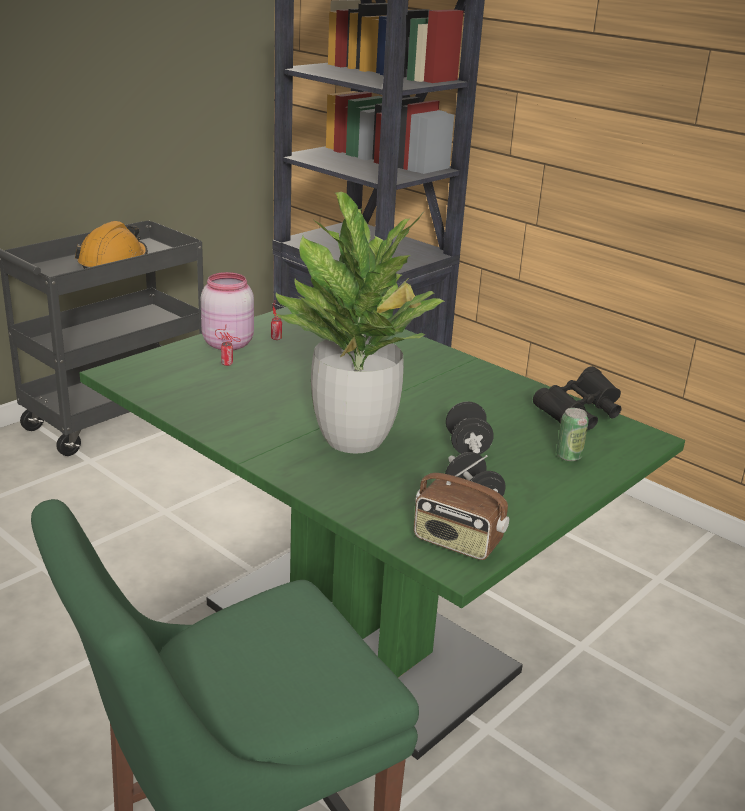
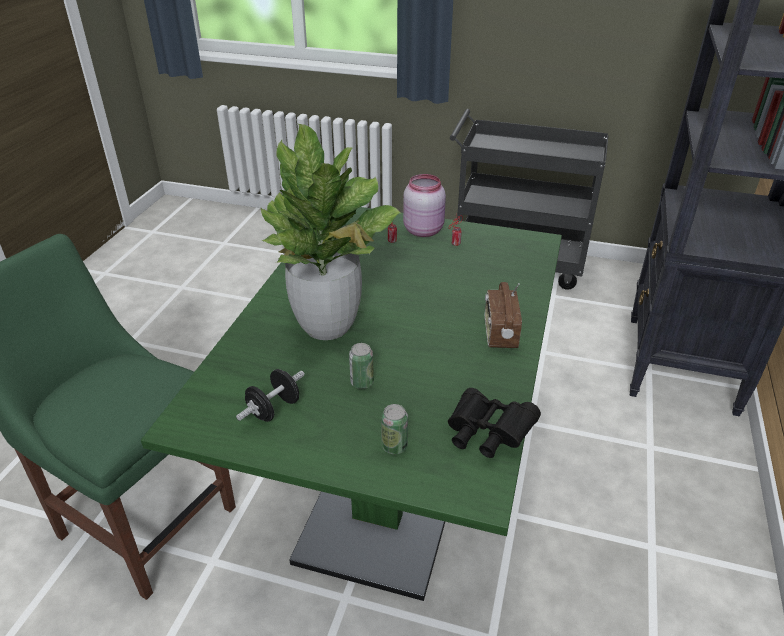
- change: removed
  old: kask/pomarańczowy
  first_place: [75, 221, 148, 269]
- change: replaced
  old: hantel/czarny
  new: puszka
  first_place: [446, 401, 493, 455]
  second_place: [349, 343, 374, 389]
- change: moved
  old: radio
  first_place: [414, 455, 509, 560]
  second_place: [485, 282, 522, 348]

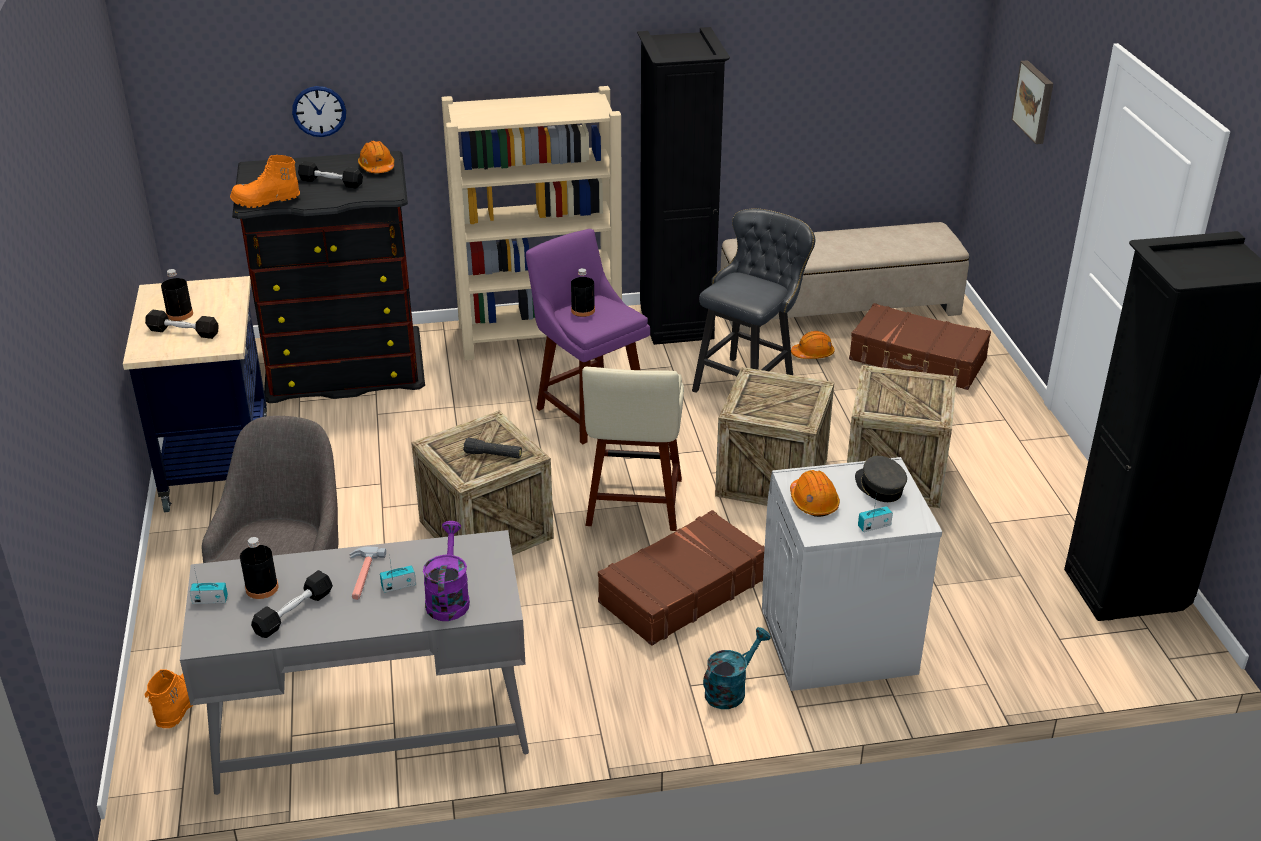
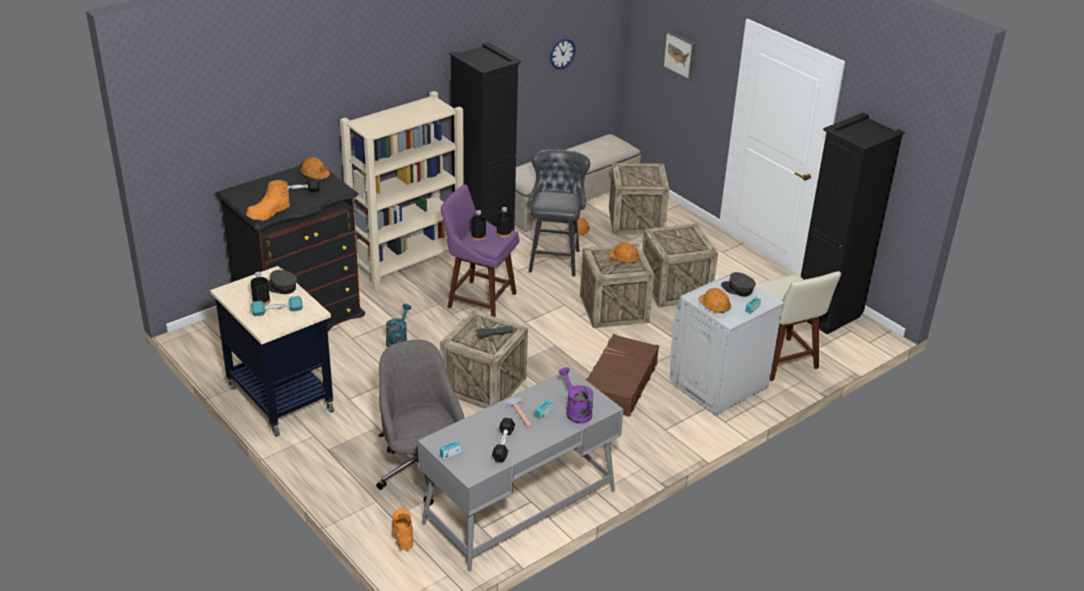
- change: moved
  old: zegar ścienny
  first_place: [292, 86, 346, 137]
  second_place: [550, 39, 575, 69]
- change: replaced
  old: walizka/brązowy
  new: skrzynka
  first_place: [849, 303, 991, 390]
  second_place: [609, 163, 669, 235]
- change: recoloured
  old: hantel/czarny
  new: hantel/turkusowy
  first_place: [145, 310, 219, 339]
  second_place: [251, 296, 303, 316]
- change: moved
  old: stołek/beżowy
  first_place: [582, 367, 684, 531]
  second_place: [756, 271, 841, 381]
- change: moved
  old: butelka/czarny
  first_place: [240, 537, 279, 599]
  second_place: [496, 207, 512, 238]
- change: moved
  old: konewka/turkusowy
  first_place: [703, 627, 771, 709]
  second_place: [386, 304, 412, 347]
- change: added
  new: kask/pomarańczowy
  second_place: [609, 242, 640, 263]
- change: added
  new: czapka z daszkiem/szary
  second_place: [268, 270, 297, 294]

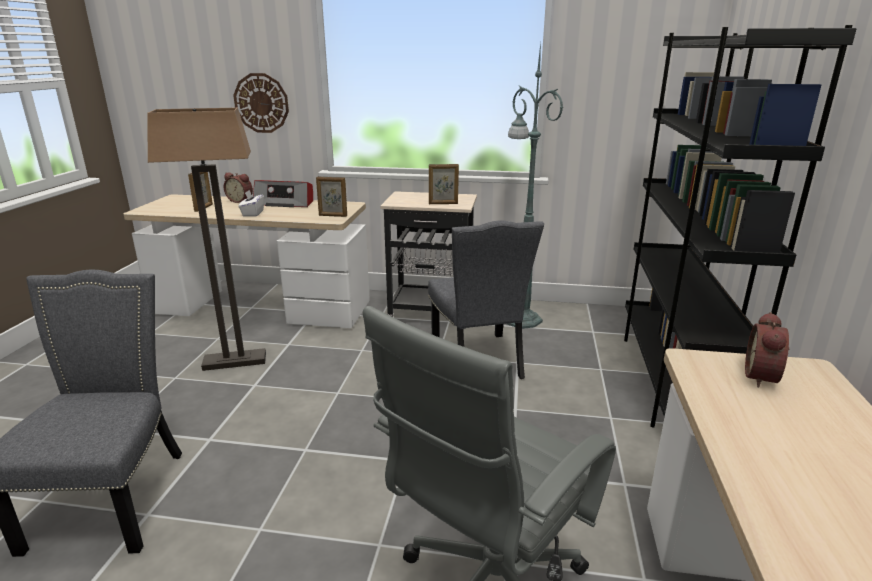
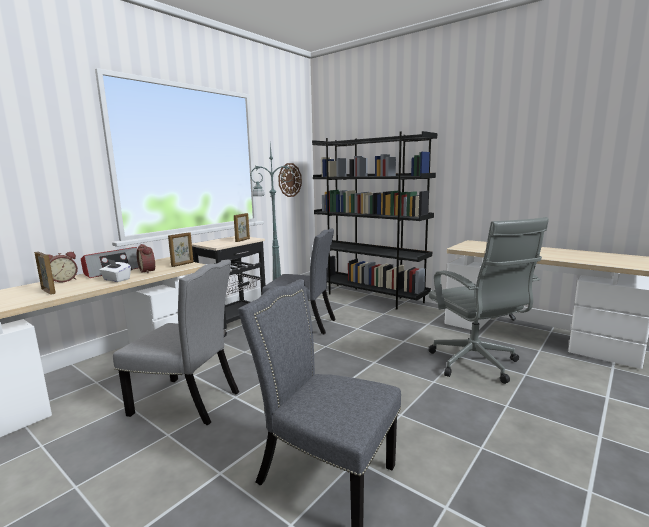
- change: moved
  old: zegar ścienny
  first_place: [233, 73, 289, 133]
  second_place: [278, 163, 302, 197]
- change: replaced
  old: lampa stojąca
  new: krzesło/szary
  first_place: [147, 108, 266, 371]
  second_place: [113, 259, 239, 425]
- change: moved
  old: budzik
  first_place: [745, 312, 789, 387]
  second_place: [137, 244, 155, 274]

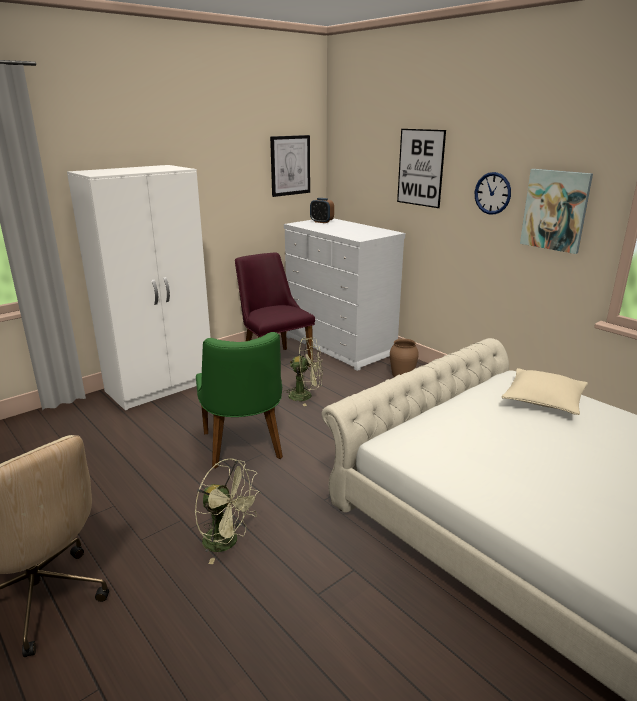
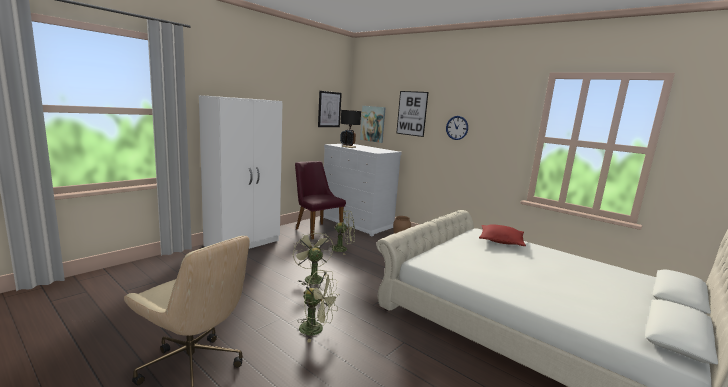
- change: moved
  old: obraz
  first_place: [520, 169, 593, 254]
  second_place: [360, 106, 386, 143]
- change: replaced
  old: krzesło/zielony
  new: wentylator/zielony
  first_place: [196, 332, 283, 469]
  second_place: [292, 231, 334, 288]
- change: recoloured
  old: poduszka/beżowy
  new: poduszka/czerwony
  first_place: [501, 368, 588, 415]
  second_place: [479, 224, 526, 246]
- change: added
  new: lampa stołowa/czarny
  second_place: [341, 110, 361, 148]

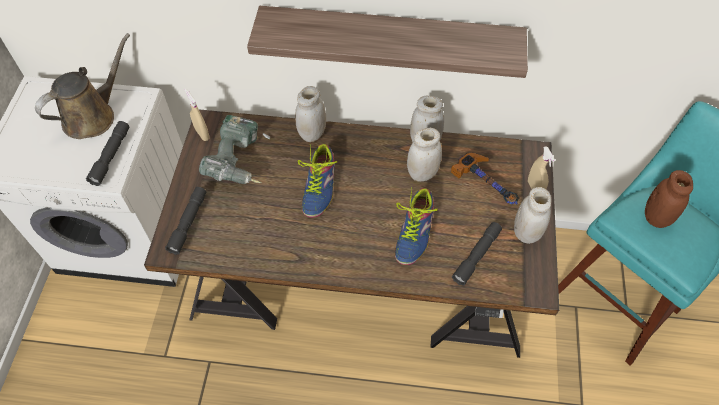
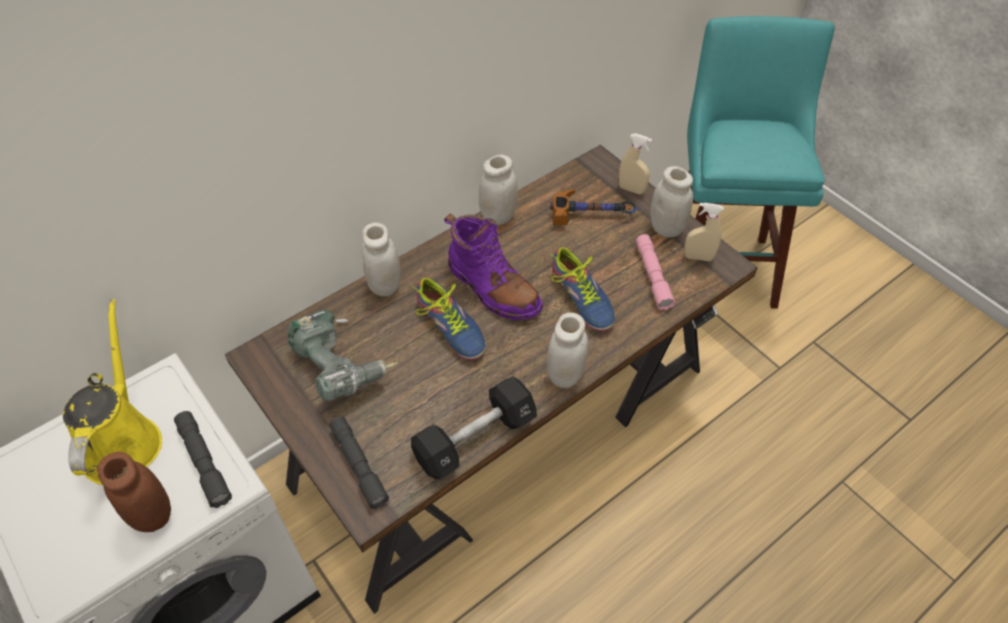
- change: removed
  old: półka
  first_place: [247, 6, 528, 78]
- change: recoloured
  old: konewka/brązowy
  new: konewka/żółty
  first_place: [35, 33, 130, 139]
  second_place: [63, 299, 162, 485]
- change: moved
  old: spryskiwacz/beżowy
  first_place: [185, 89, 210, 141]
  second_place: [684, 203, 724, 261]
- change: moved
  old: słoik/biały
  first_place: [407, 128, 442, 182]
  second_place: [547, 312, 589, 388]
- change: moved
  old: słoik/brązowy
  first_place: [645, 170, 693, 228]
  second_place: [97, 452, 171, 532]
- change: recoloured
  old: latarka/szary
  new: latarka/różowy
  first_place: [452, 222, 502, 286]
  second_place: [636, 234, 675, 310]
- change: added
  new: but z cholewką/fioletowy
  second_place: [444, 213, 543, 320]
- change: added
  new: hantel/czarny
  second_place: [411, 376, 537, 479]

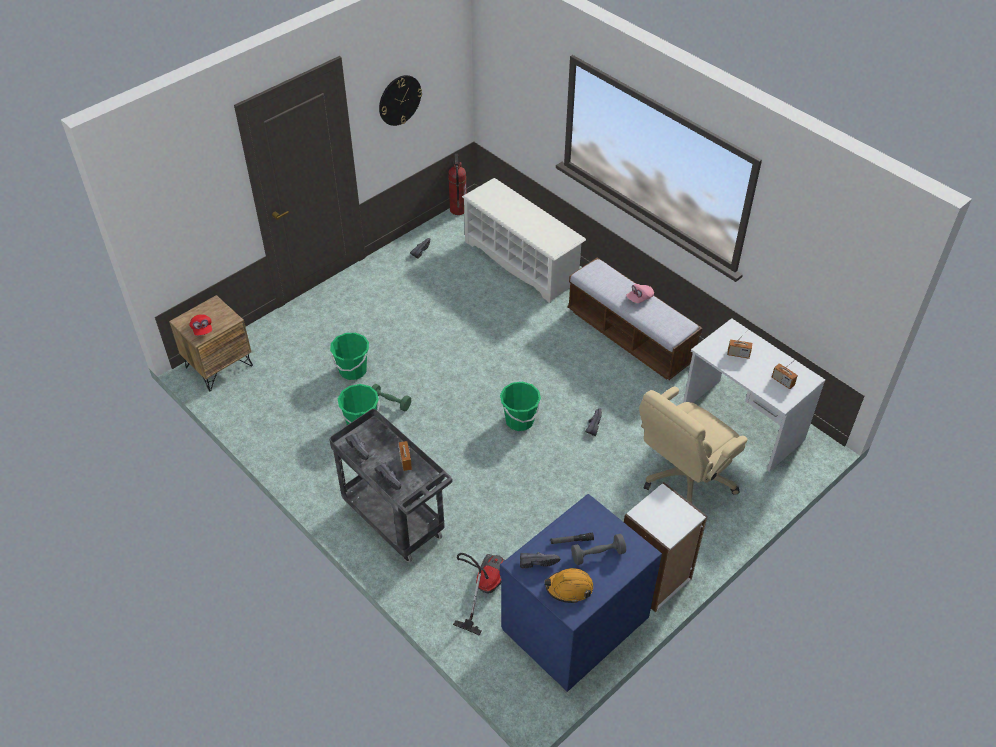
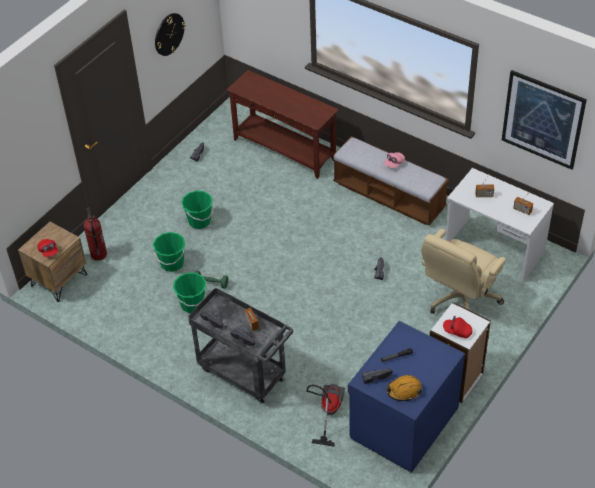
- change: moved
  old: gaśnica
  first_place: [448, 154, 467, 215]
  second_place: [84, 208, 107, 261]
- change: replaced
  old: regał na buty/biały
  new: stolik konsolowy/brązowy
  first_place: [462, 178, 586, 303]
  second_place: [226, 70, 338, 179]
- change: moved
  old: wiadro/zielony
  first_place: [500, 382, 541, 431]
  second_place: [181, 190, 213, 229]
- change: removed
  old: hantel/szary
  first_place: [571, 534, 626, 565]
- change: added
  new: obraz
  second_place: [502, 70, 587, 170]
- change: added
  new: czapka z daszkiem/czerwony
  second_place: [443, 316, 472, 338]

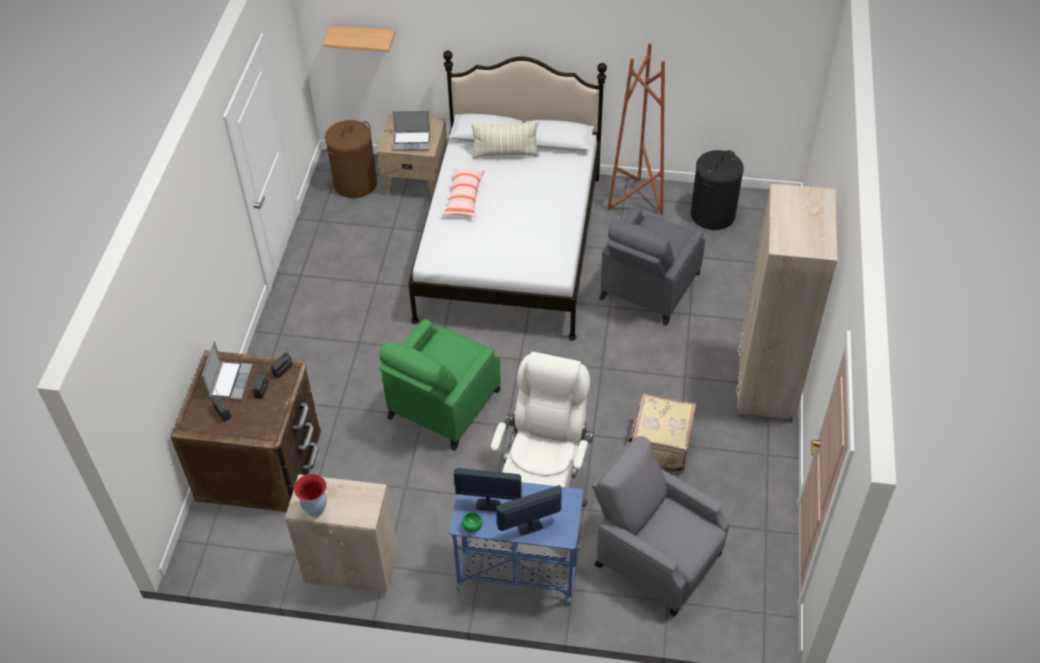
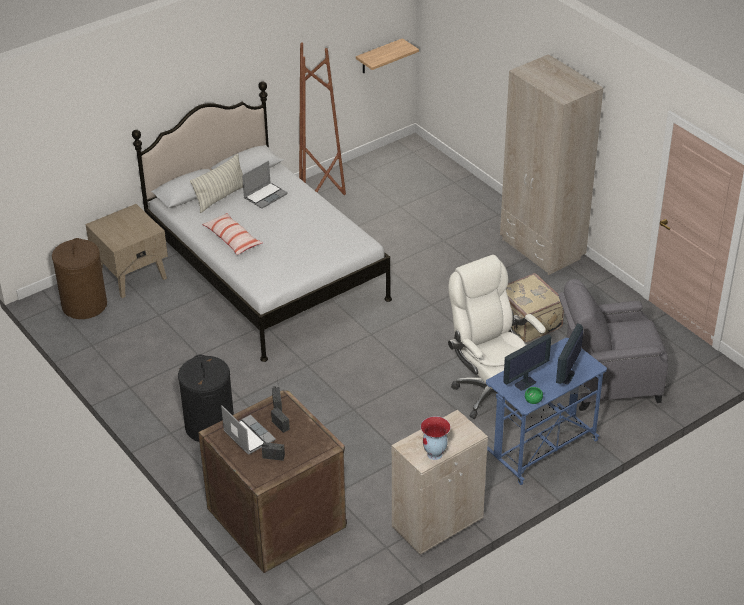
- change: moved
  old: półka
  first_place: [323, 26, 395, 52]
  second_place: [356, 38, 419, 74]
- change: moved
  old: laptop
  first_place: [392, 111, 430, 151]
  second_place: [242, 161, 288, 209]
- change: moved
  old: kosz na pranie/czarny
  first_place: [691, 150, 744, 230]
  second_place: [178, 354, 234, 442]
- change: removed
  old: fotel/szary
  first_place: [599, 206, 705, 326]
- change: removed
  old: fotel/zielony
  first_place: [379, 319, 501, 451]

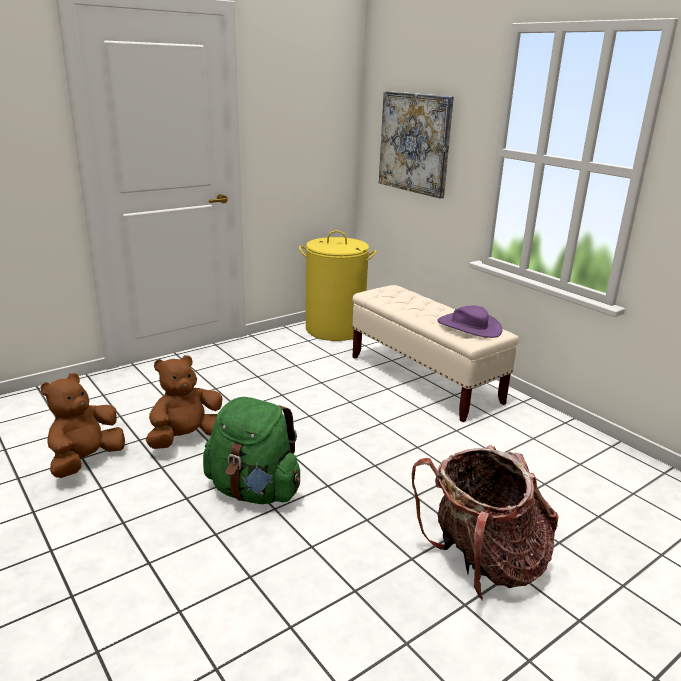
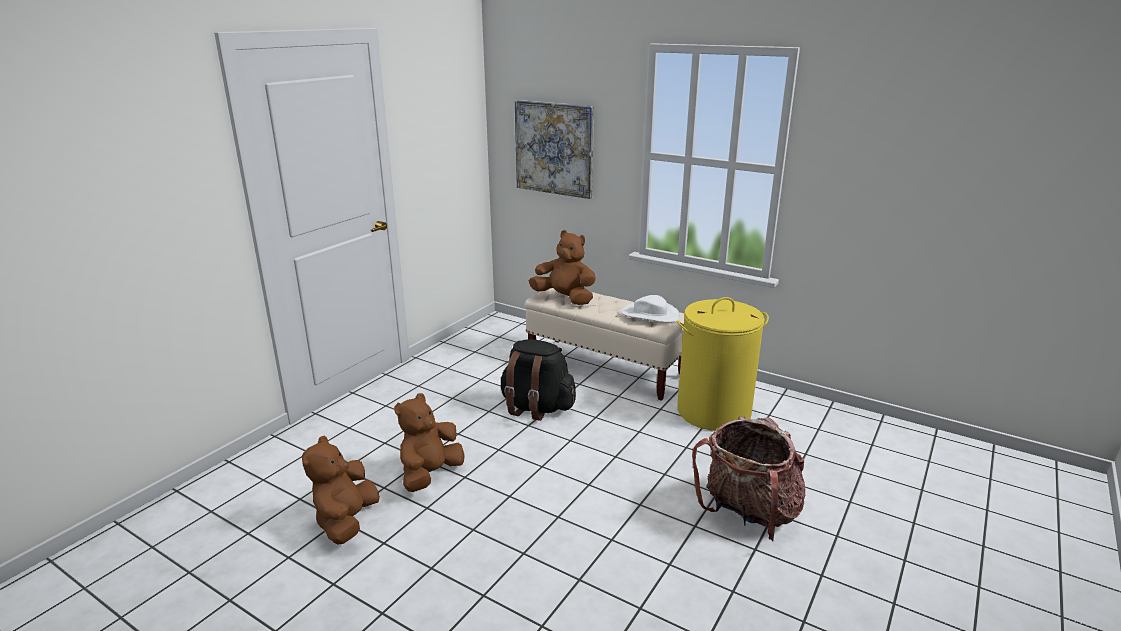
- change: moved
  old: kosz na pranie/żółty
  first_place: [299, 230, 377, 341]
  second_place: [677, 297, 769, 431]
- change: recoloured
  old: kapelusz/fioletowy
  new: kapelusz/biały
  first_place: [437, 305, 503, 338]
  second_place: [620, 295, 681, 322]
- change: removed
  old: plecak/zielony
  first_place: [203, 397, 300, 504]
- change: added
  new: pluszak/brązowy
  second_place: [529, 230, 596, 305]
- change: added
  new: plecak/czarny
  second_place: [501, 339, 576, 421]

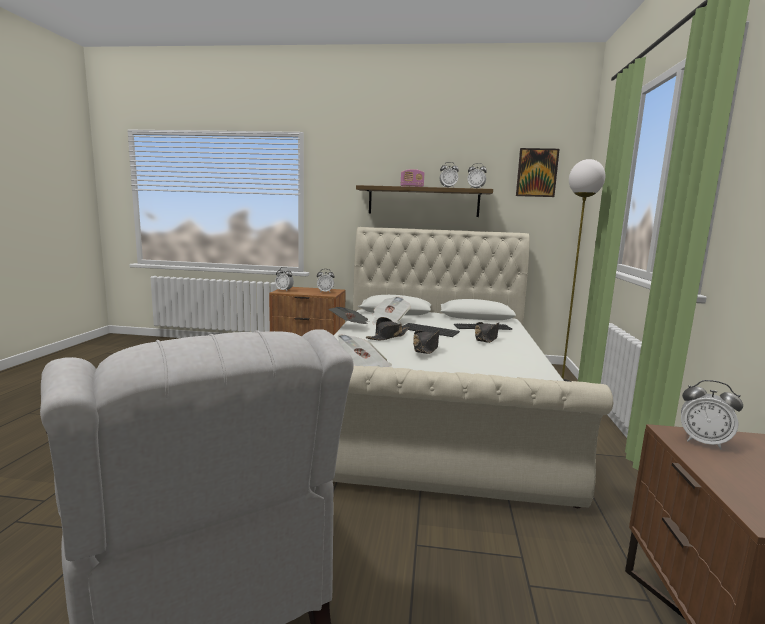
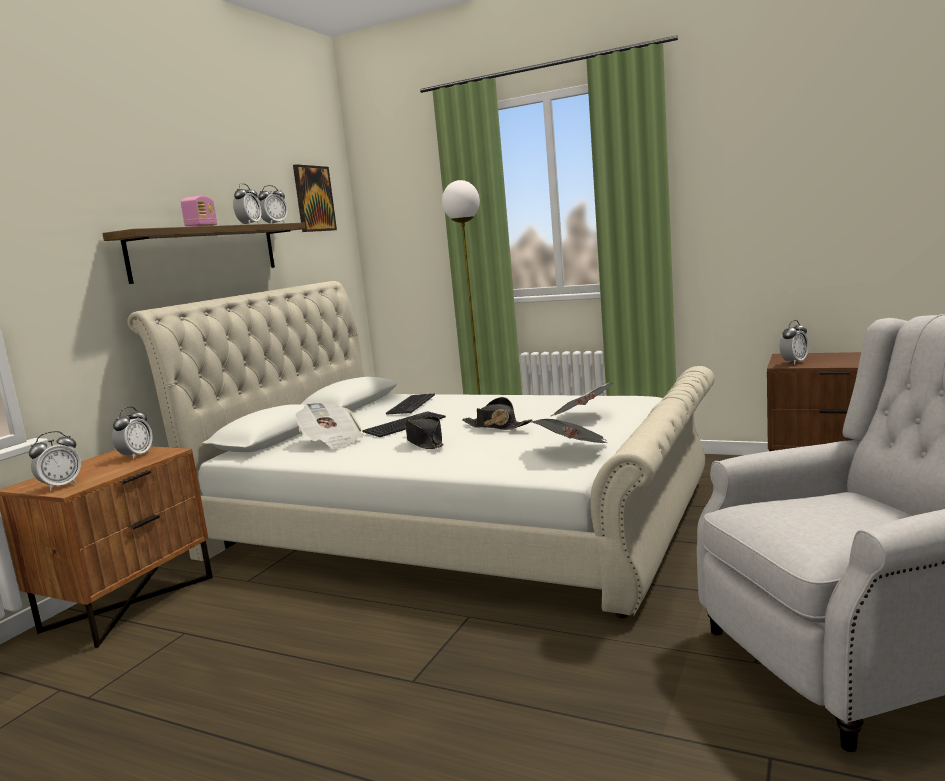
- change: moved
  old: gazeta
  first_place: [328, 307, 369, 324]
  second_place: [551, 382, 613, 416]
- change: removed
  old: kapelusz/czarny
  first_place: [475, 322, 499, 343]

